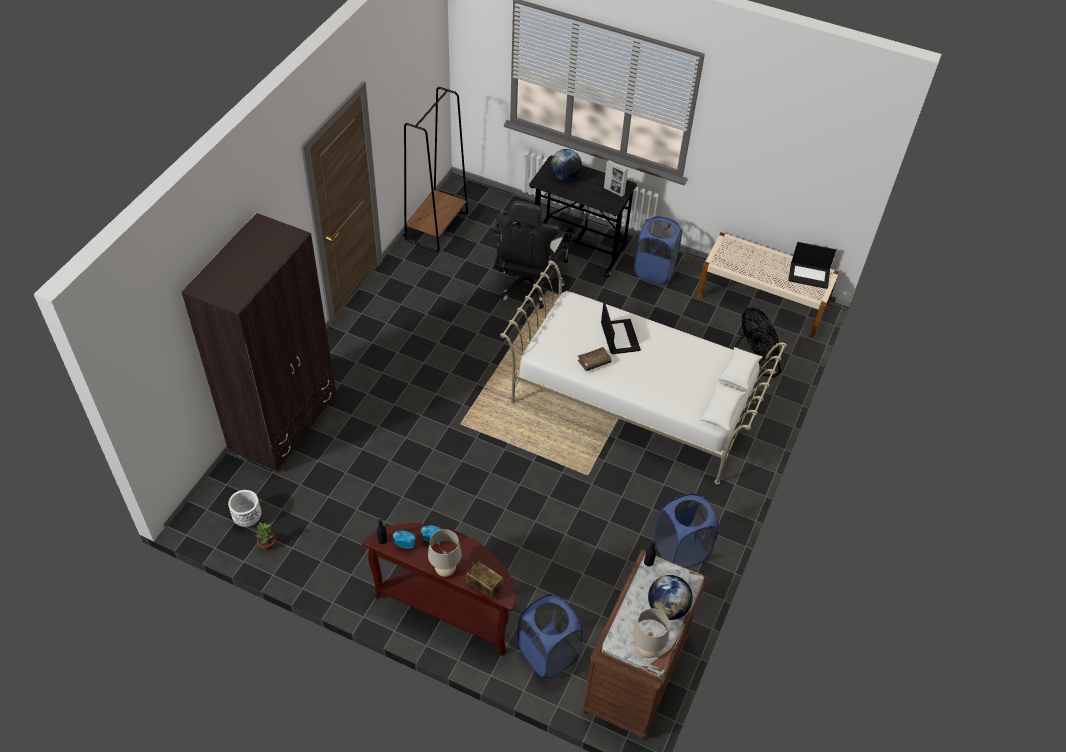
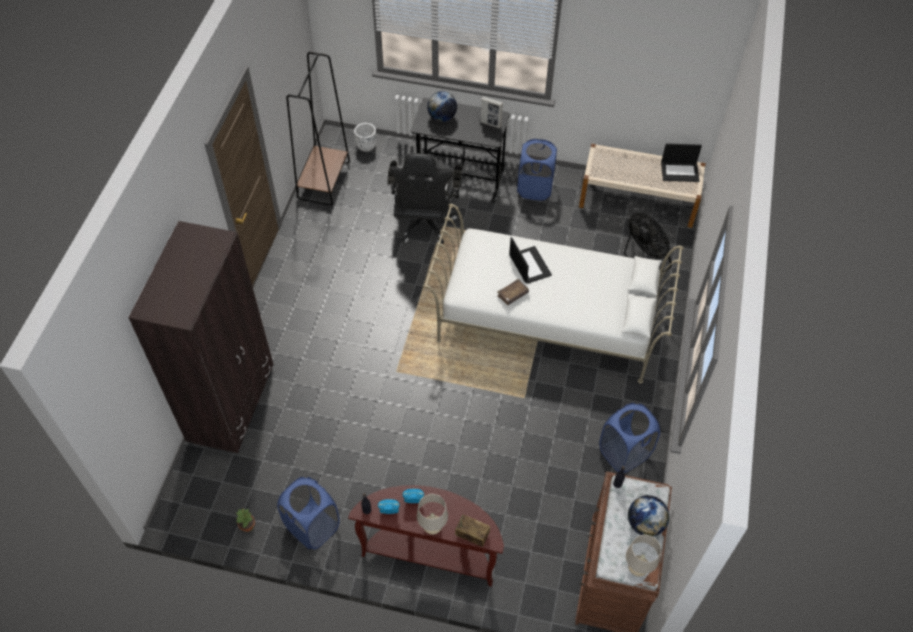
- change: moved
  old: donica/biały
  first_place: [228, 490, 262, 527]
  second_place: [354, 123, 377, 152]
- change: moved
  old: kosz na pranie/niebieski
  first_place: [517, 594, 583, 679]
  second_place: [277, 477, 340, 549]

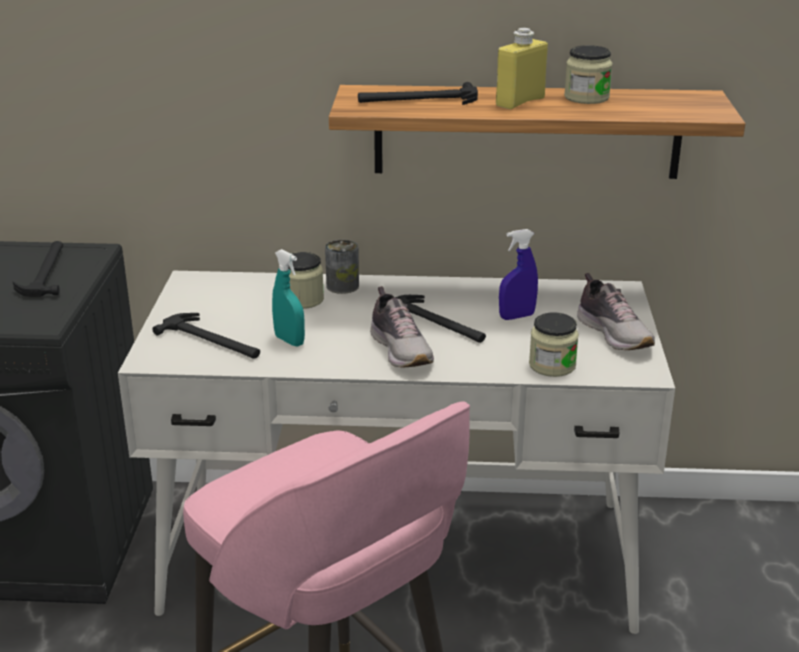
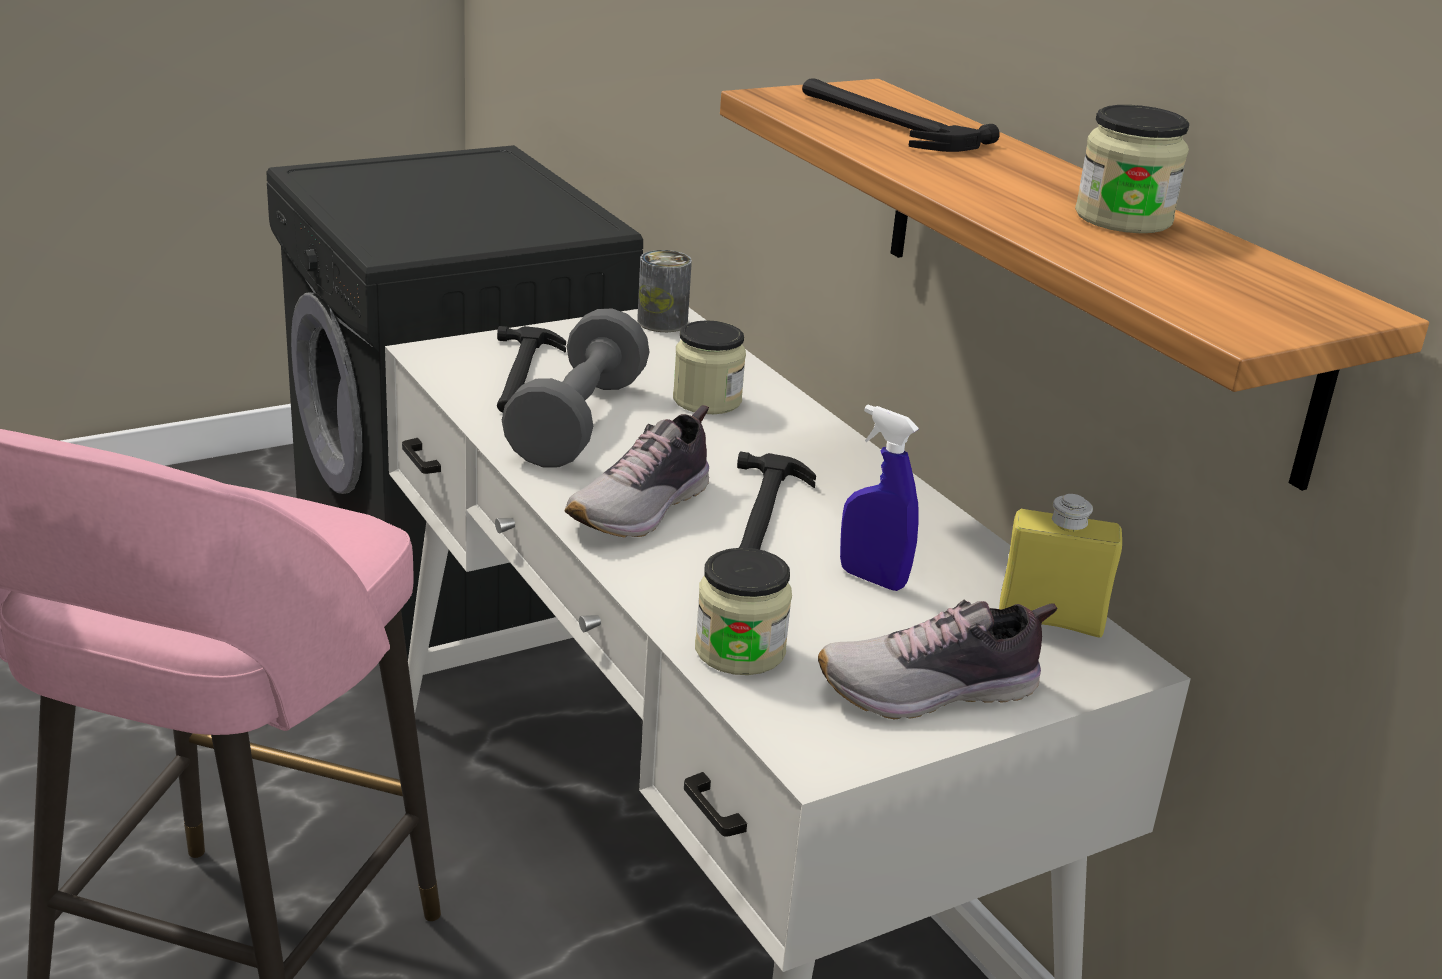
- change: moved
  old: butelka/żółty
  first_place: [496, 28, 548, 109]
  second_place: [999, 494, 1122, 638]
- change: moved
  old: puszka
  first_place: [325, 240, 359, 294]
  second_place: [637, 250, 692, 332]
- change: removed
  old: młotek
  first_place: [13, 241, 63, 297]
- change: replaced
  old: spryskiwacz/turkusowy
  new: hantel/szary
  first_place: [272, 249, 305, 347]
  second_place: [502, 308, 650, 467]
- change: turned
  old: but
  first_place: [577, 273, 655, 350]
  second_place: [818, 600, 1057, 720]
  degrees: 45

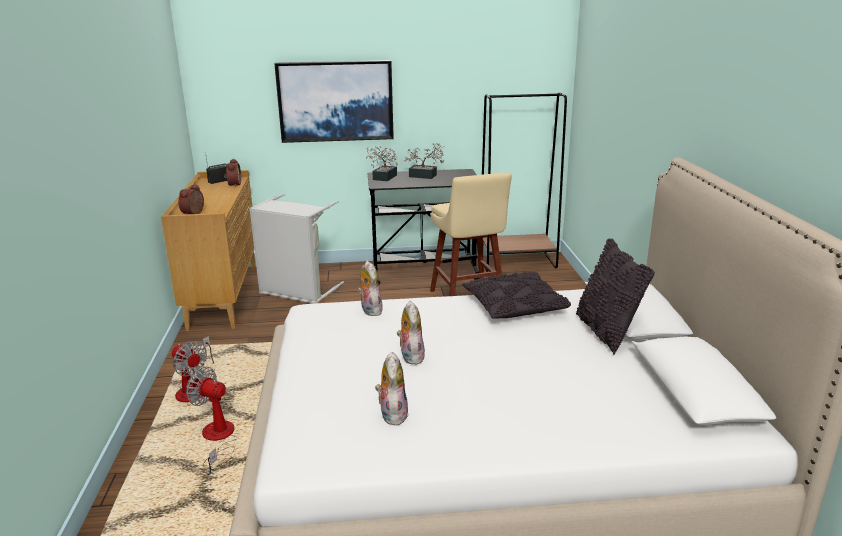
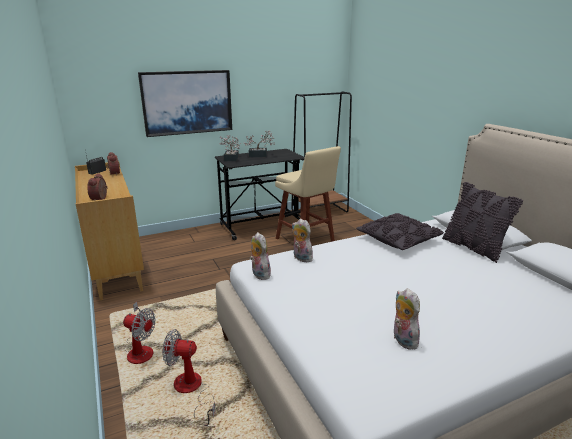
- change: removed
  old: kosz na pranie/szary
  first_place: [249, 193, 344, 304]
- change: moved
  old: pluszak
  first_place: [397, 301, 425, 364]
  second_place: [250, 232, 271, 280]

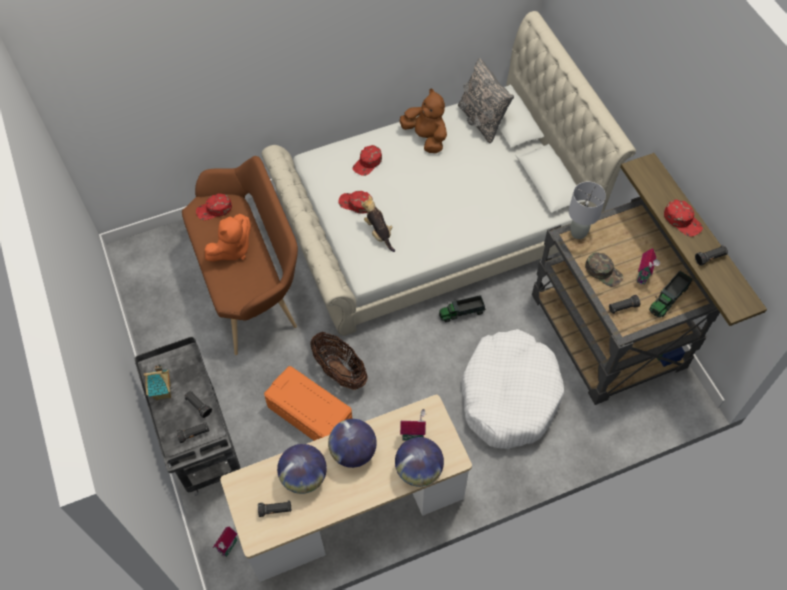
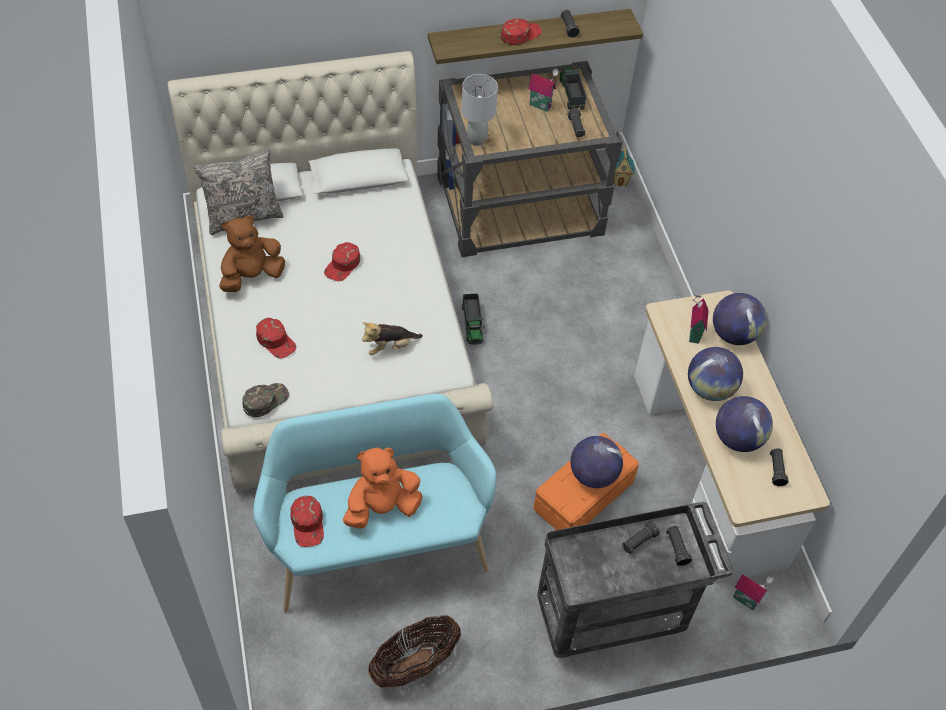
- change: recoloured
  old: ławka/brązowy
  new: ławka/turkusowy
  first_place: [182, 156, 298, 355]
  second_place: [253, 394, 496, 613]
- change: moved
  old: czapka z daszkiem/czerwony
  first_place: [338, 191, 373, 214]
  second_place: [324, 242, 360, 281]
- change: turned
  old: pluszak/pomarańczowy
  first_place: [204, 214, 251, 262]
  second_place: [343, 448, 423, 529]
  degrees: -75
- change: moved
  old: czapka z daszkiem/zielony
  first_place: [585, 252, 623, 287]
  second_place: [242, 383, 289, 417]
- change: turned
  old: ciężarówka zabawkowa
  first_place: [649, 271, 692, 318]
  second_place: [560, 67, 586, 110]
  degrees: -150
- change: removed
  old: legowisko/biały
  first_place: [462, 329, 564, 449]
- change: moved
  old: koszyk
  first_place: [310, 332, 368, 390]
  second_place: [368, 615, 461, 688]
- change: moved
  old: domek
  first_place: [144, 364, 171, 400]
  second_place: [613, 146, 635, 187]
- change: added
  new: globus
  second_place: [570, 436, 623, 488]

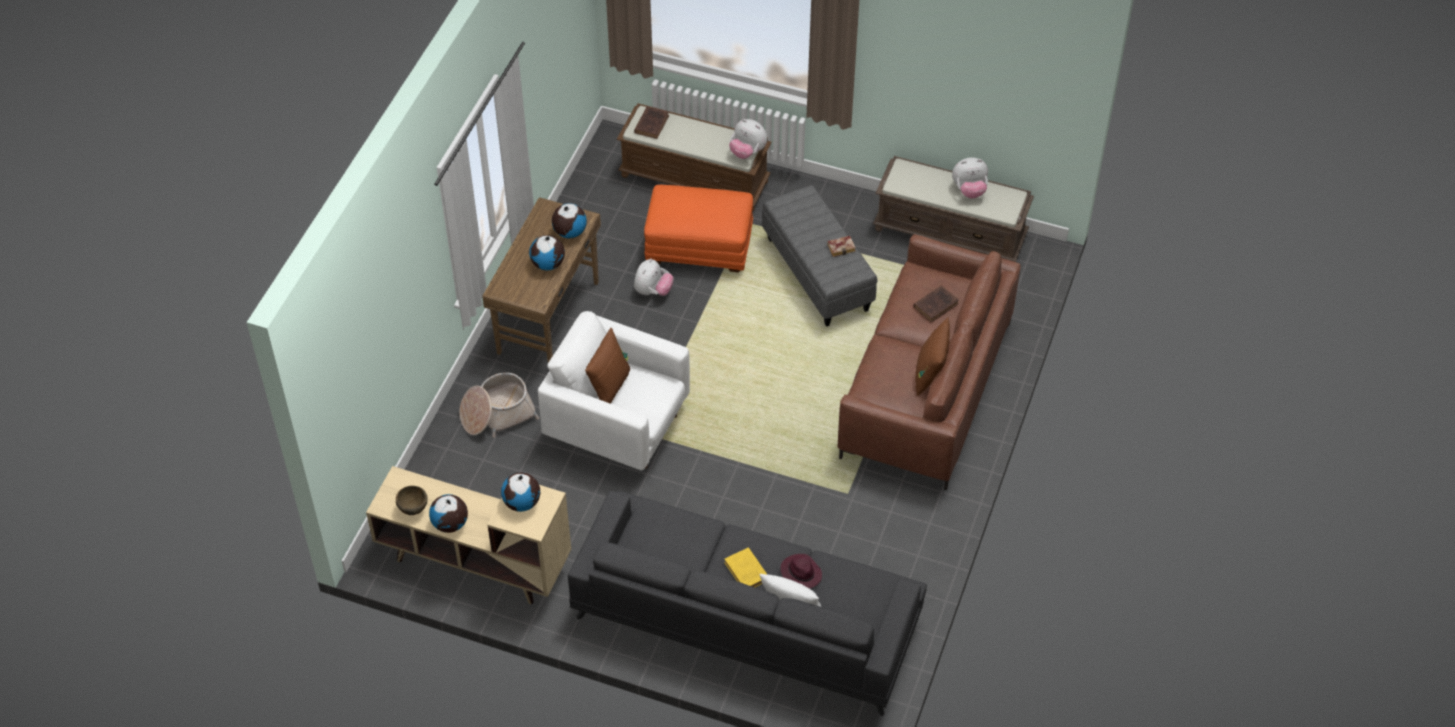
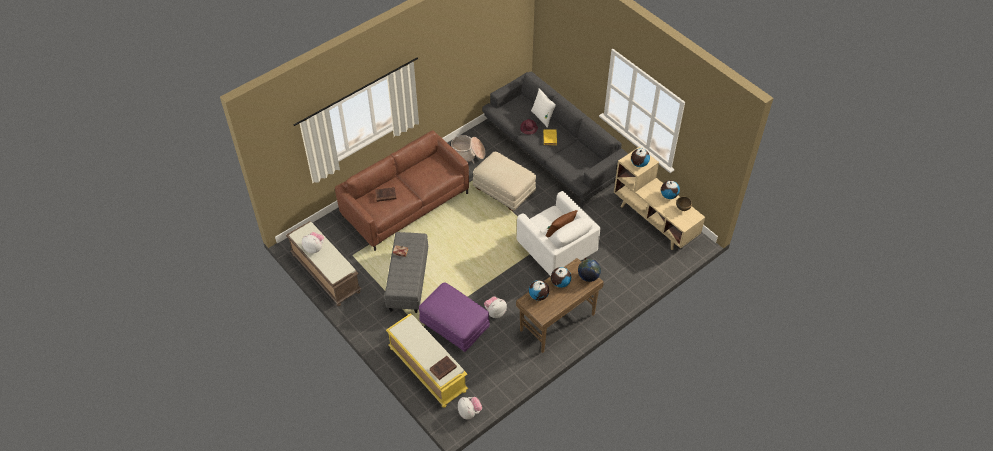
- change: recoloured
  old: ławka/brązowy
  new: ławka/żółty
  first_place: [617, 103, 771, 212]
  second_place: [386, 313, 468, 408]
- change: moved
  old: pluszak
  first_place: [729, 119, 767, 159]
  second_place: [458, 397, 482, 420]
- change: recoloured
  old: pufa/pomarańczowy
  new: pufa/fioletowy
  first_place: [644, 185, 753, 272]
  second_place: [419, 282, 490, 352]
- change: removed
  old: poduszka/brązowy
  first_place: [915, 317, 950, 396]
- change: moved
  old: koszyk
  first_place: [459, 372, 539, 437]
  second_place: [451, 135, 485, 164]
- change: added
  new: pufa/beżowy
  second_place: [473, 152, 536, 211]
- change: added
  new: globus
  second_place: [578, 259, 601, 282]

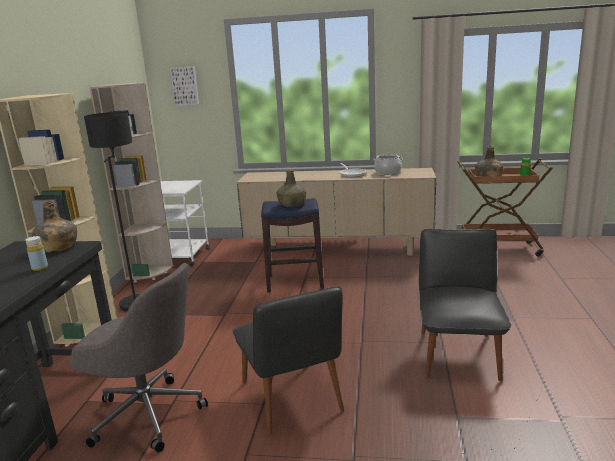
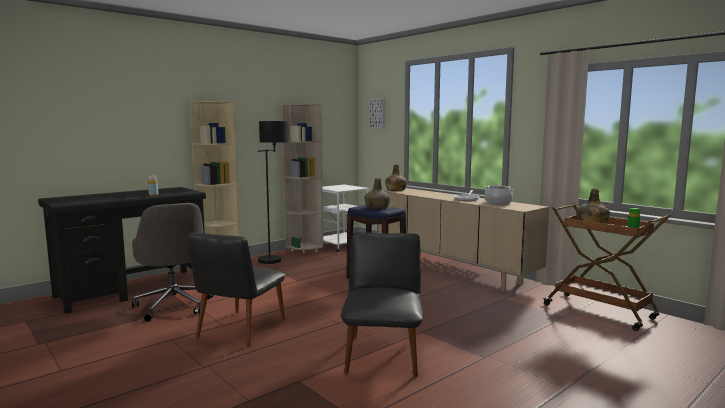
- change: moved
  old: butelka/zielony
  first_place: [32, 201, 77, 253]
  second_place: [385, 165, 407, 191]
- change: turned
  old: krzesło/czarny
  first_place: [419, 229, 511, 381]
  second_place: [341, 232, 423, 377]
  degrees: -45

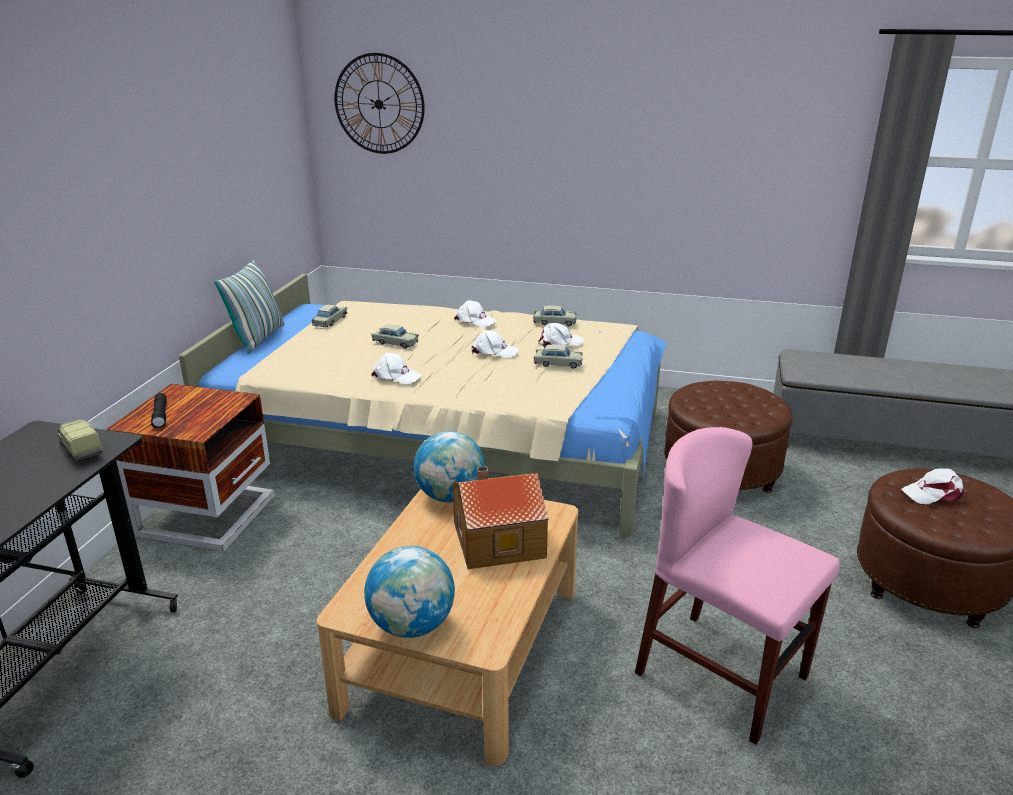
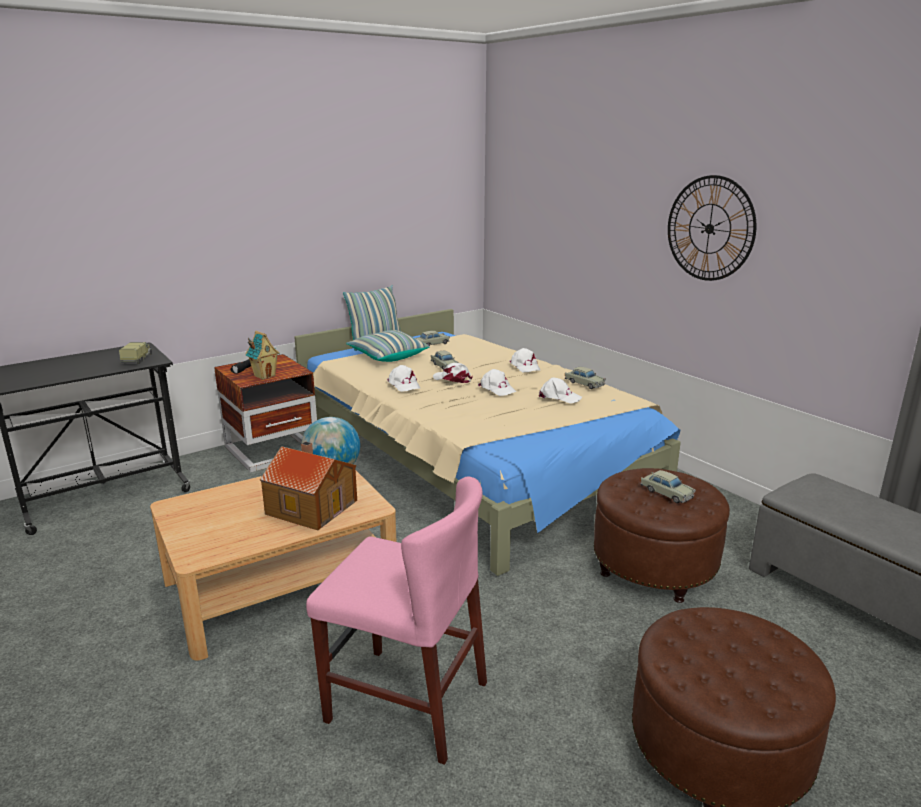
- change: moved
  old: zegar ścienny
  first_place: [334, 53, 425, 154]
  second_place: [668, 175, 757, 281]
- change: moved
  old: samochodzik/beżowy
  first_place: [534, 344, 583, 369]
  second_place: [641, 470, 696, 503]
- change: turned
  old: krzesło/różowy
  first_place: [635, 427, 840, 744]
  second_place: [306, 477, 487, 765]
  degrees: 120
- change: moved
  old: czapka z daszkiem/biały
  first_place: [901, 468, 964, 504]
  second_place: [433, 363, 473, 383]
- change: removed
  old: globus
  first_place: [364, 546, 455, 638]
- change: added
  new: poduszka
  second_place: [346, 330, 430, 362]
- change: added
  new: domek
  second_place: [245, 331, 280, 380]

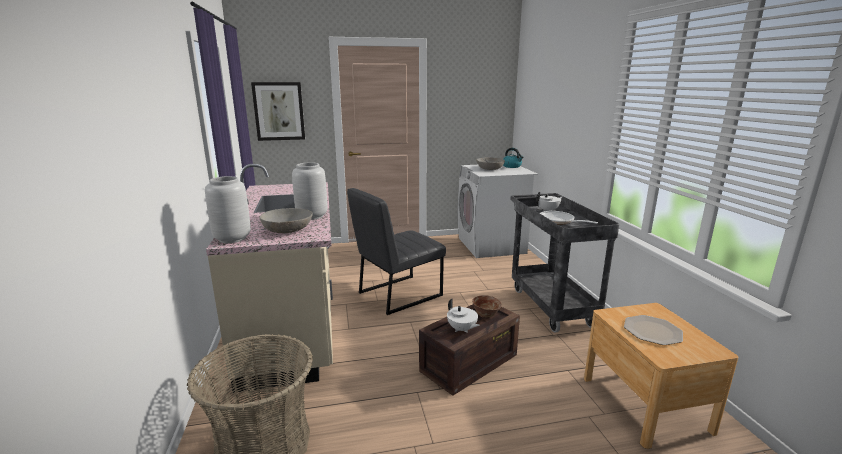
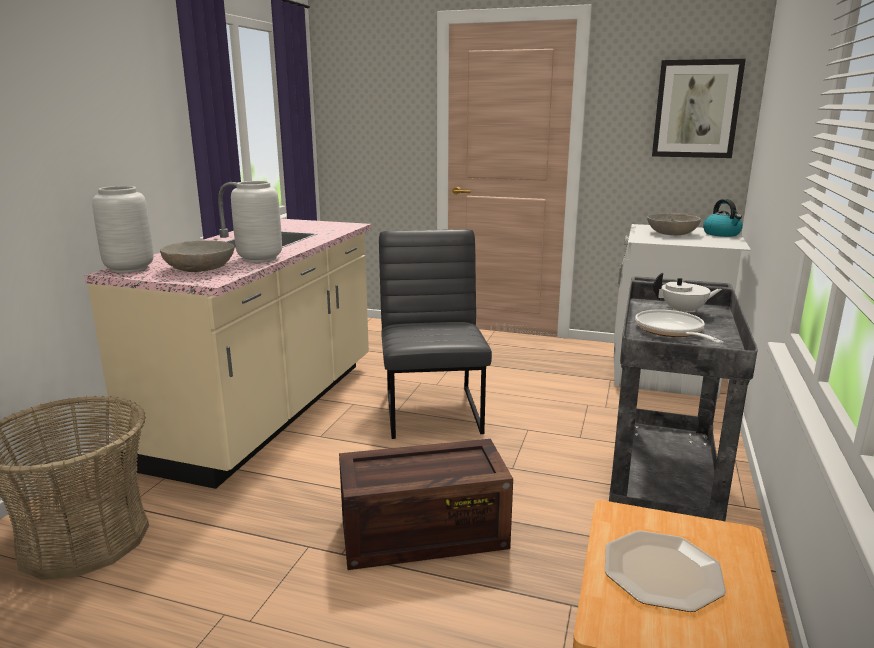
- change: moved
  old: obraz
  first_place: [251, 82, 305, 141]
  second_place: [652, 59, 746, 158]
- change: turned
  old: krzesło/szary
  first_place: [347, 188, 446, 315]
  second_place: [379, 229, 492, 439]
  degrees: 90
- change: removed
  old: miska
  first_place: [472, 295, 502, 318]
- change: removed
  old: imbryk/biały
  first_place: [447, 299, 480, 333]

